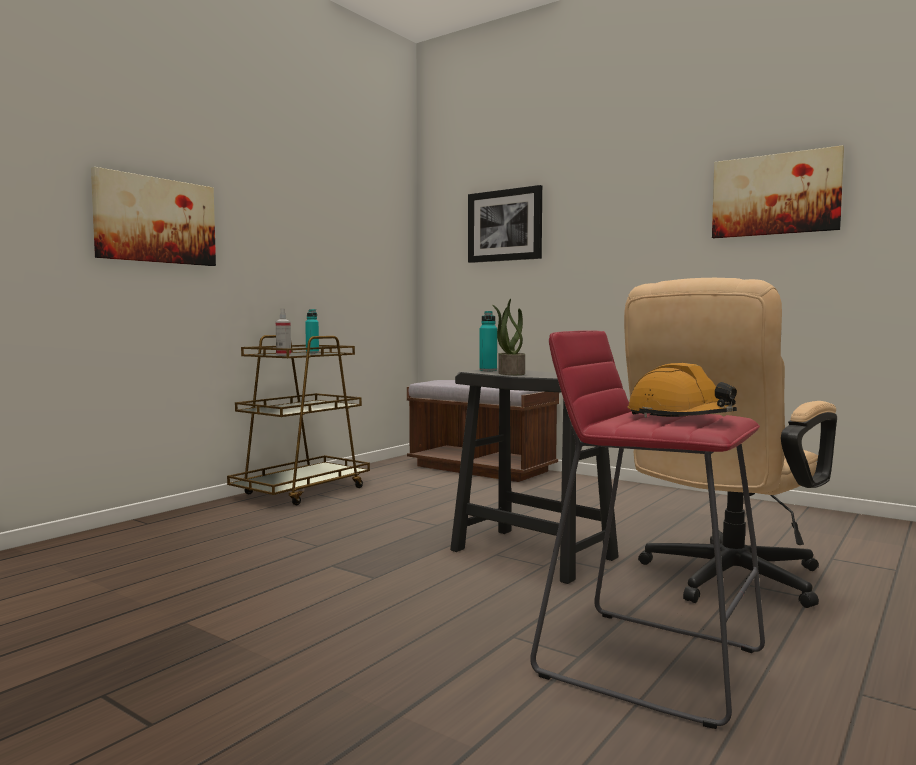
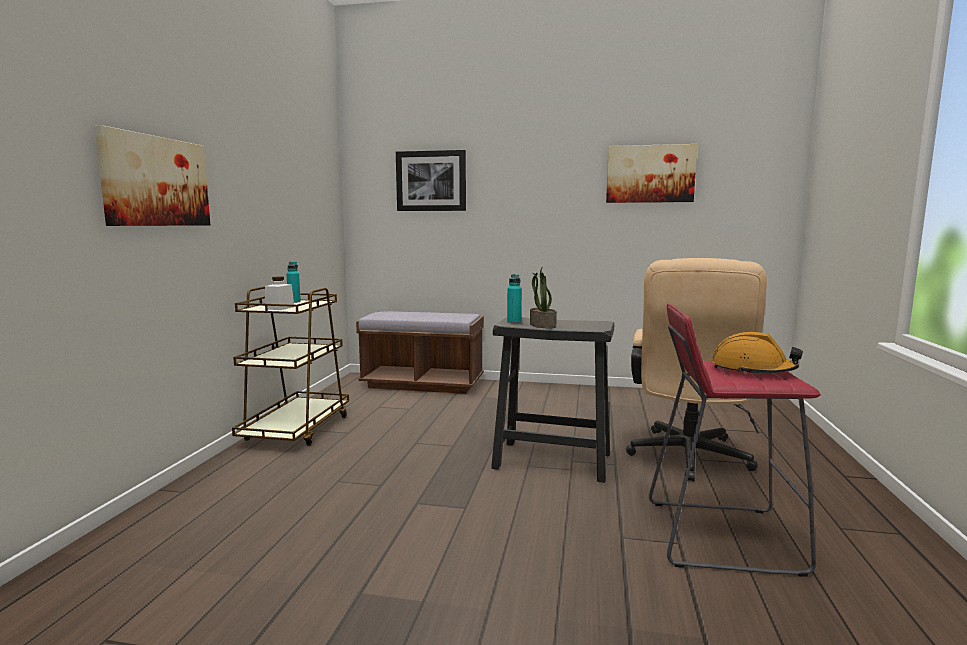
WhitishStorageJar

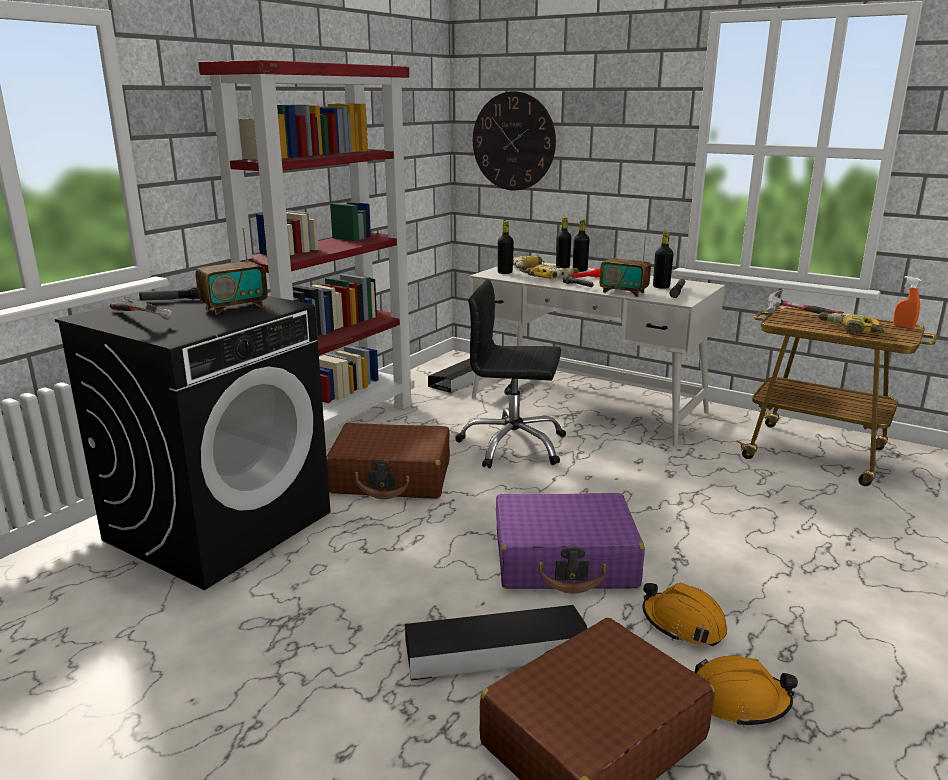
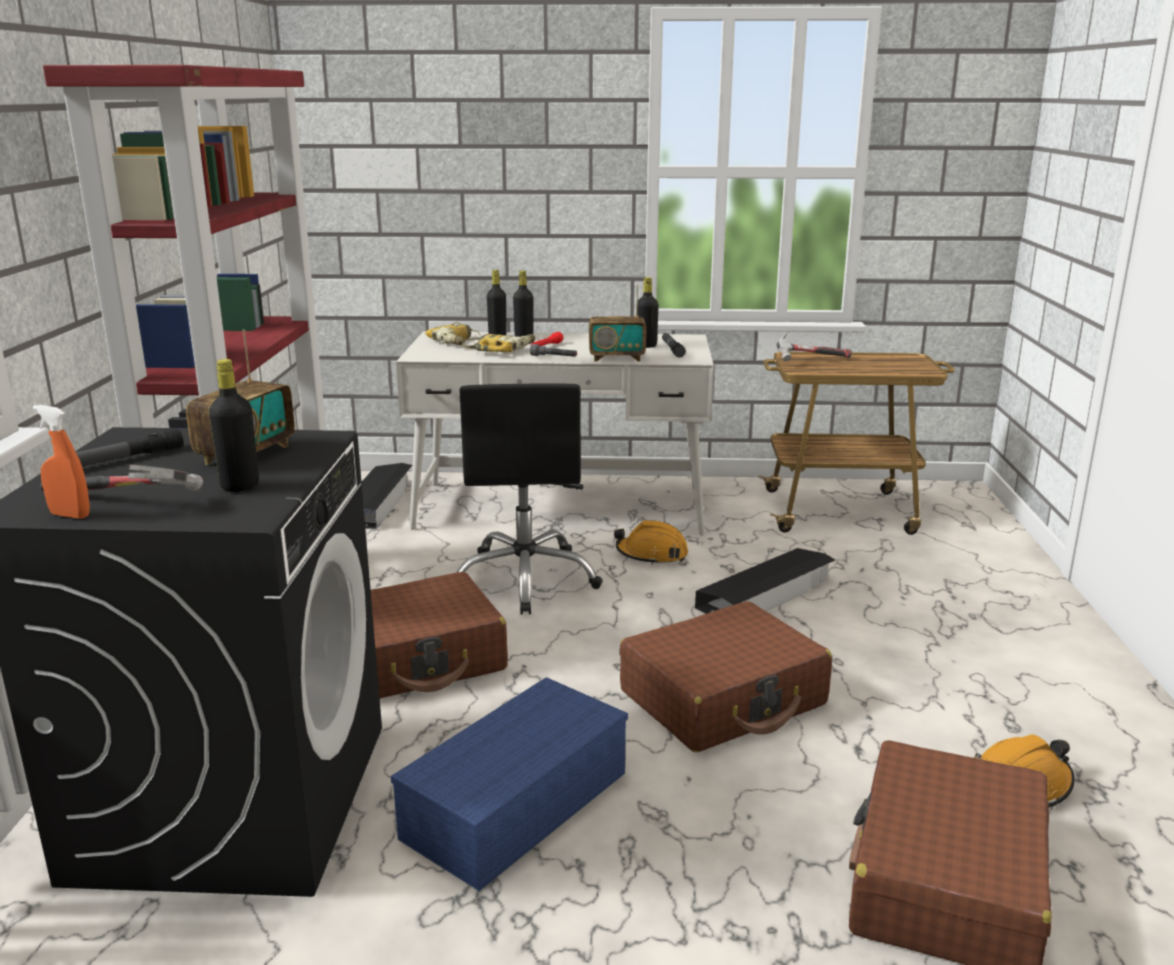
OrangeColouredHandSprayer
BlackBottle (no. 1 from left)
BluishStorageContainer
BlackComputerChair
OrangeColouredWorkHelmet (no. 1 from left)
BrownTravelCase (no. 2 from left)
BlackStorageContainer (no. 2 from left)
ClockOnTheWall
PowerDrill (no. 3 from left in the first image)

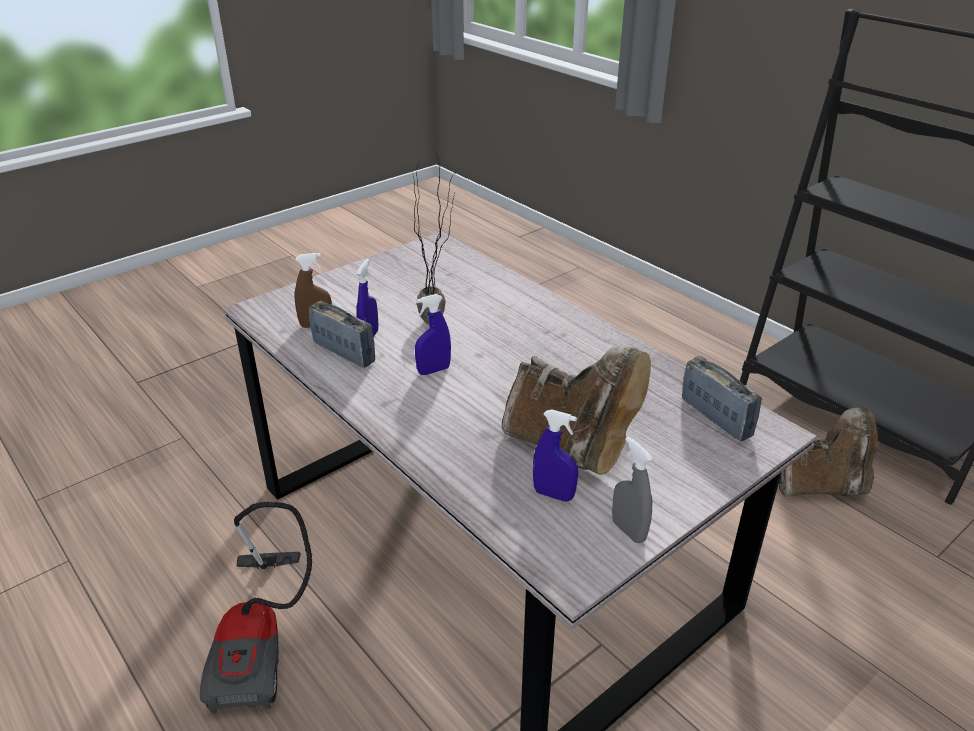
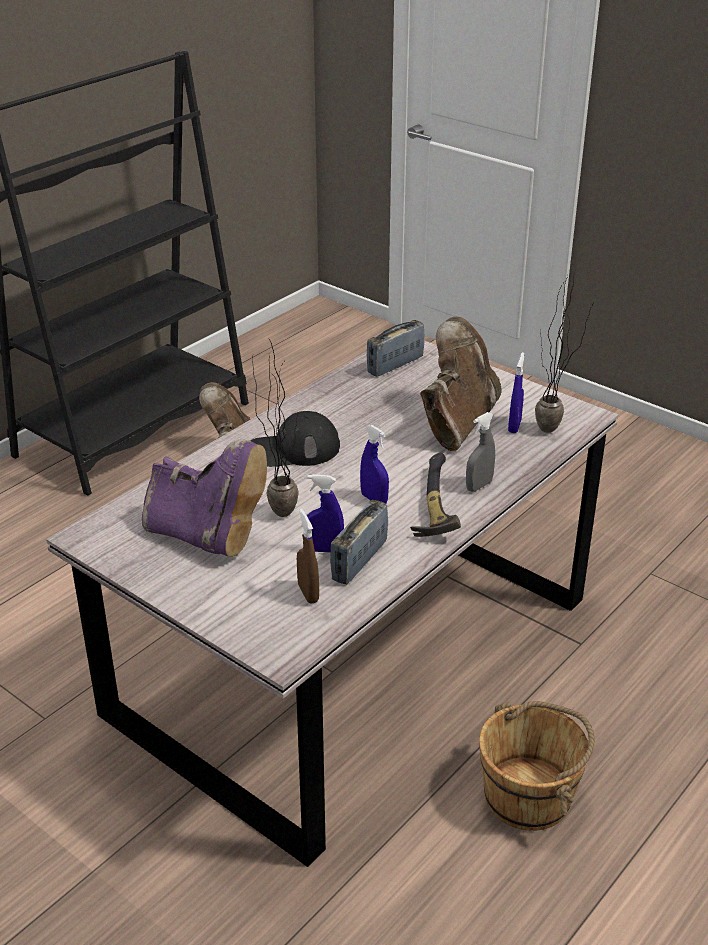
PurplishHighTopBoot
BlackCap
HandHammer
GreyHandSprayer
BrownWaterBucket
Houseplant (no. 2 from left)

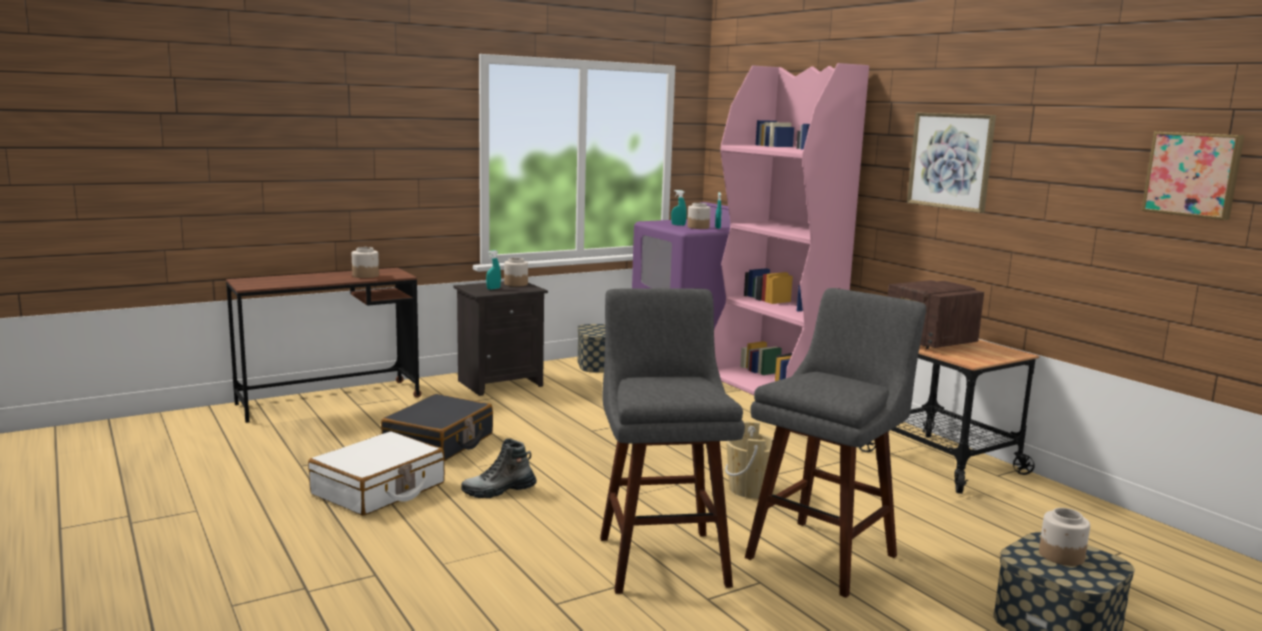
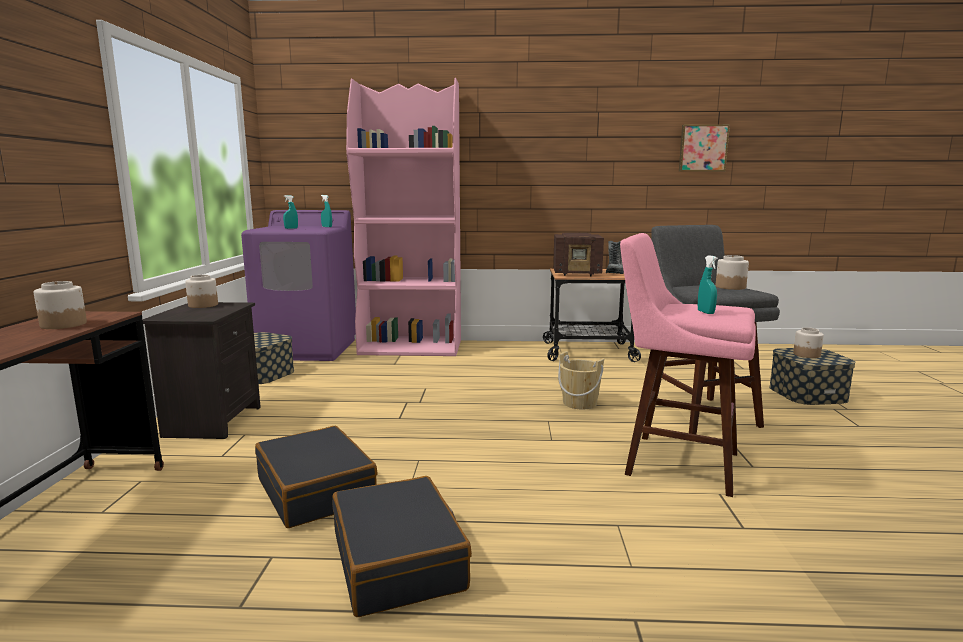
BlackTravelCase (no. 2 from left)
HighTopBoot
PinkColouredSittingStool
BlueGreenHandSprayer (no. 3 from left)
StorageJar (no. 3 from left)
WallPicture (no. 1 from left in the first image)

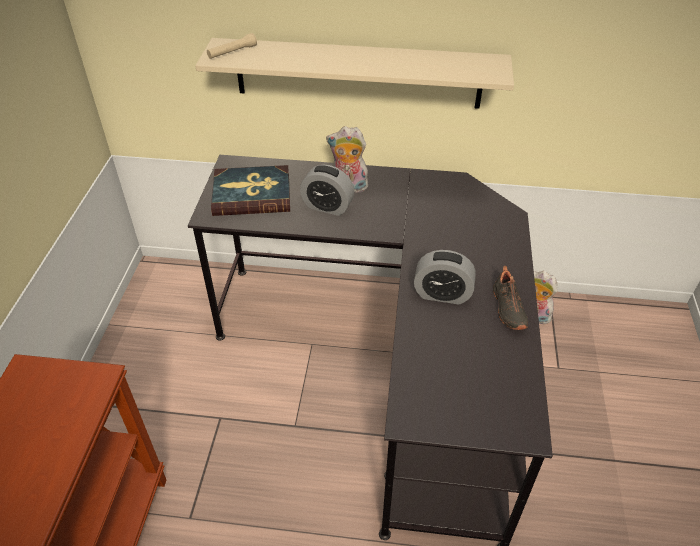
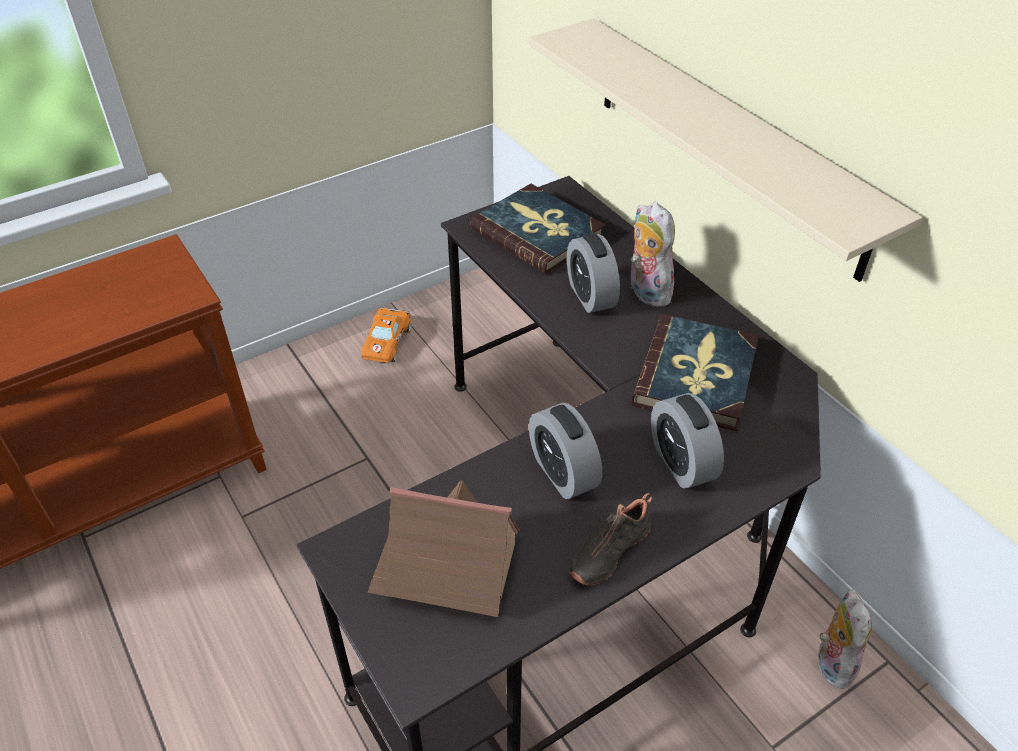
OrangeColouredModelCar
ToyHouse
BoundBook (no. 2 from left)
TableClock (no. 3 from left)
BeigeTorch

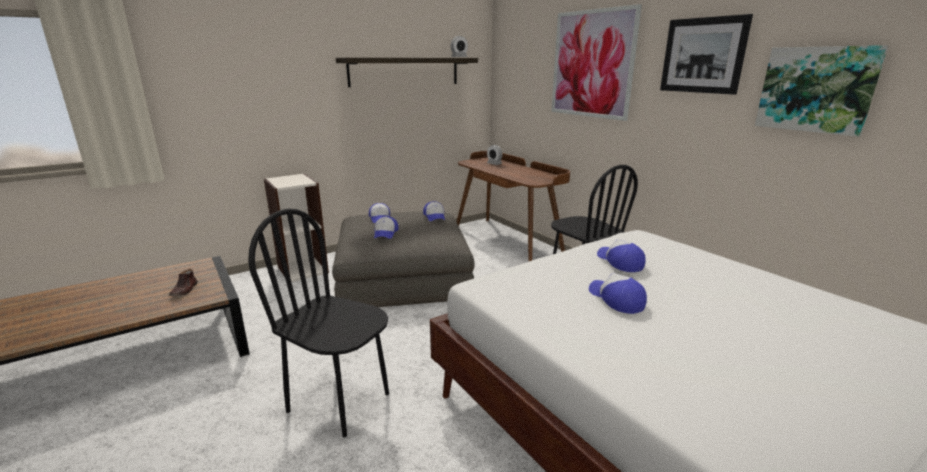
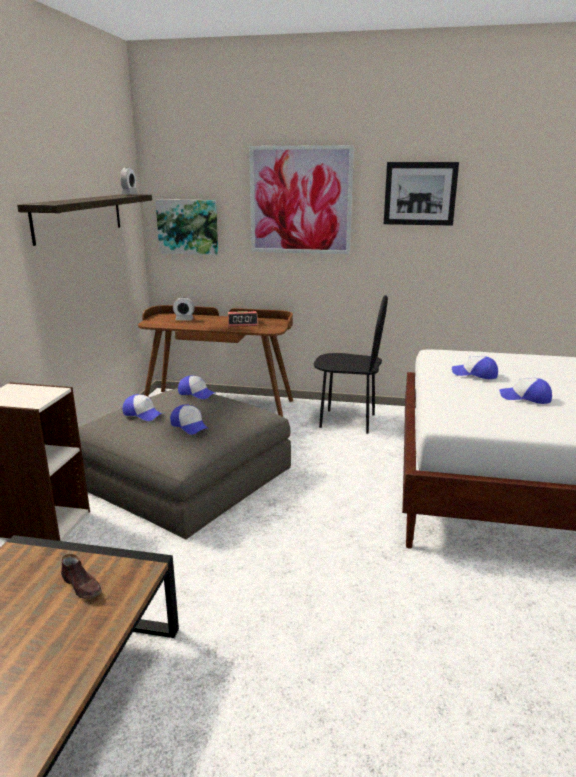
WallPicture (no. 1 from left)
TableClock (no. 3 from left)
BlackPlainChair (no. 1 from left in the first image)

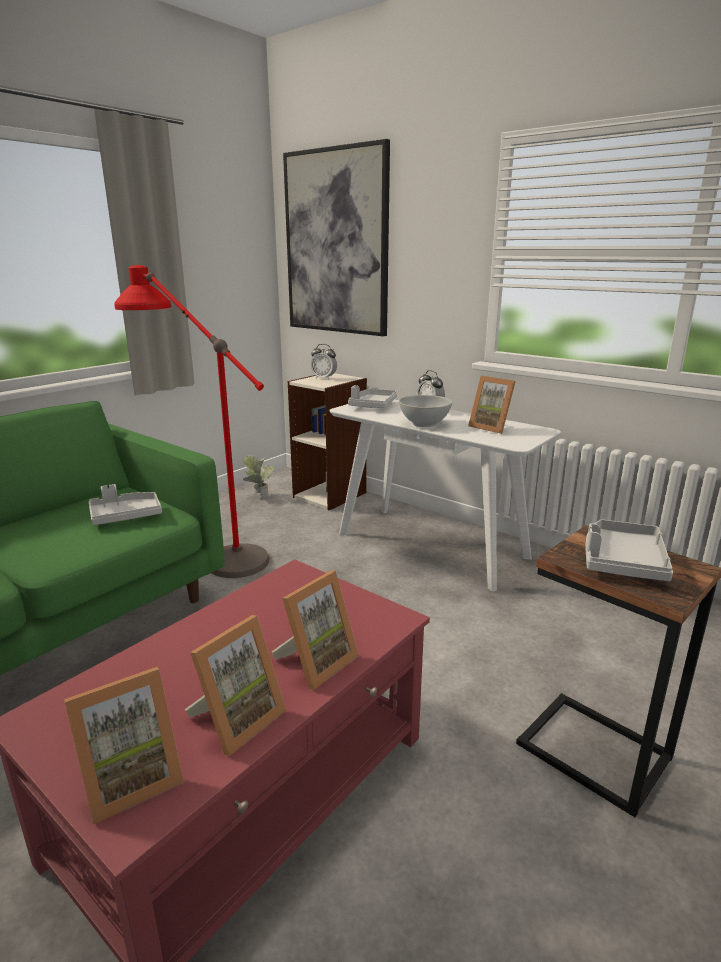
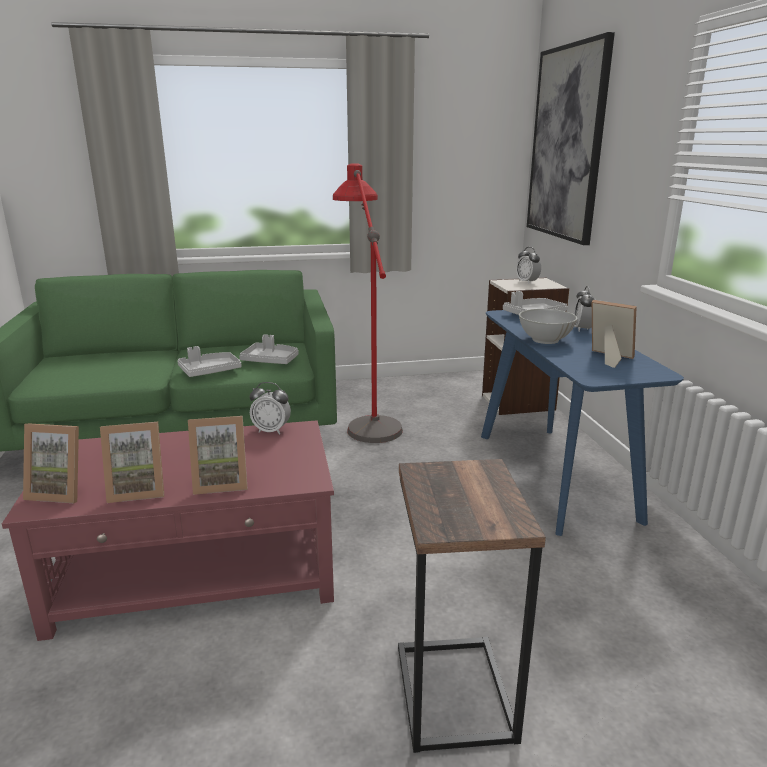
GreyTray (no. 1 from left)
TableClock (no. 1 from left)
BluishNarrowTable
PhotoFrame (no. 4 from left)
Houseplant

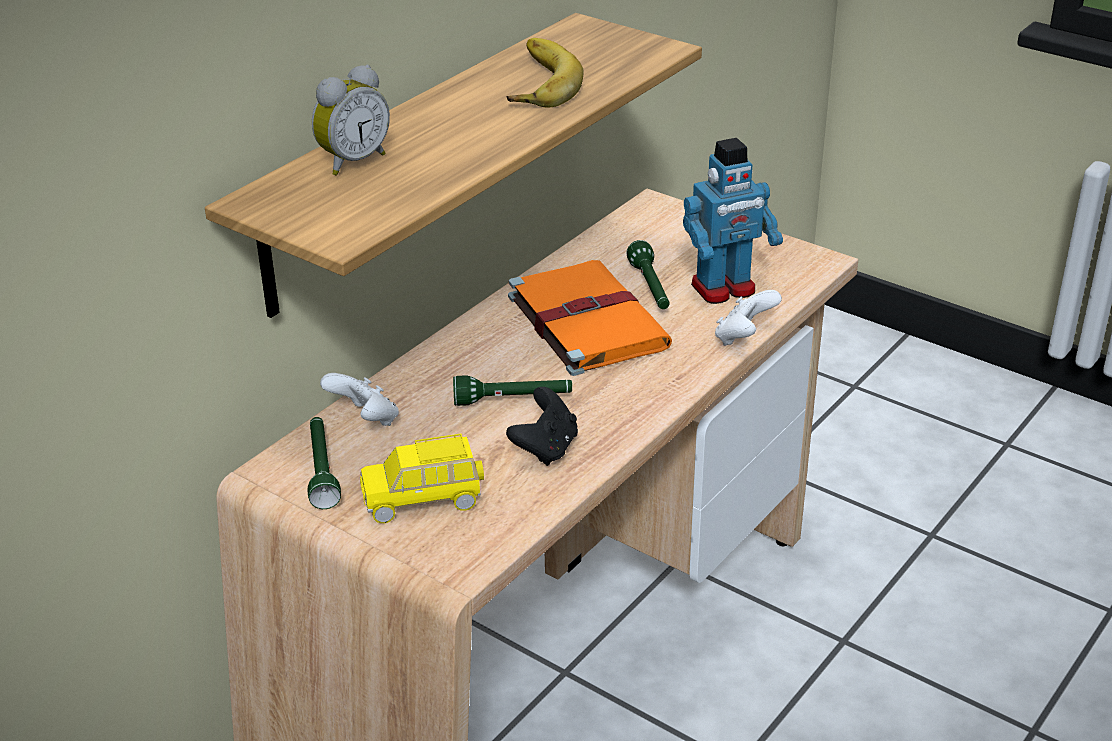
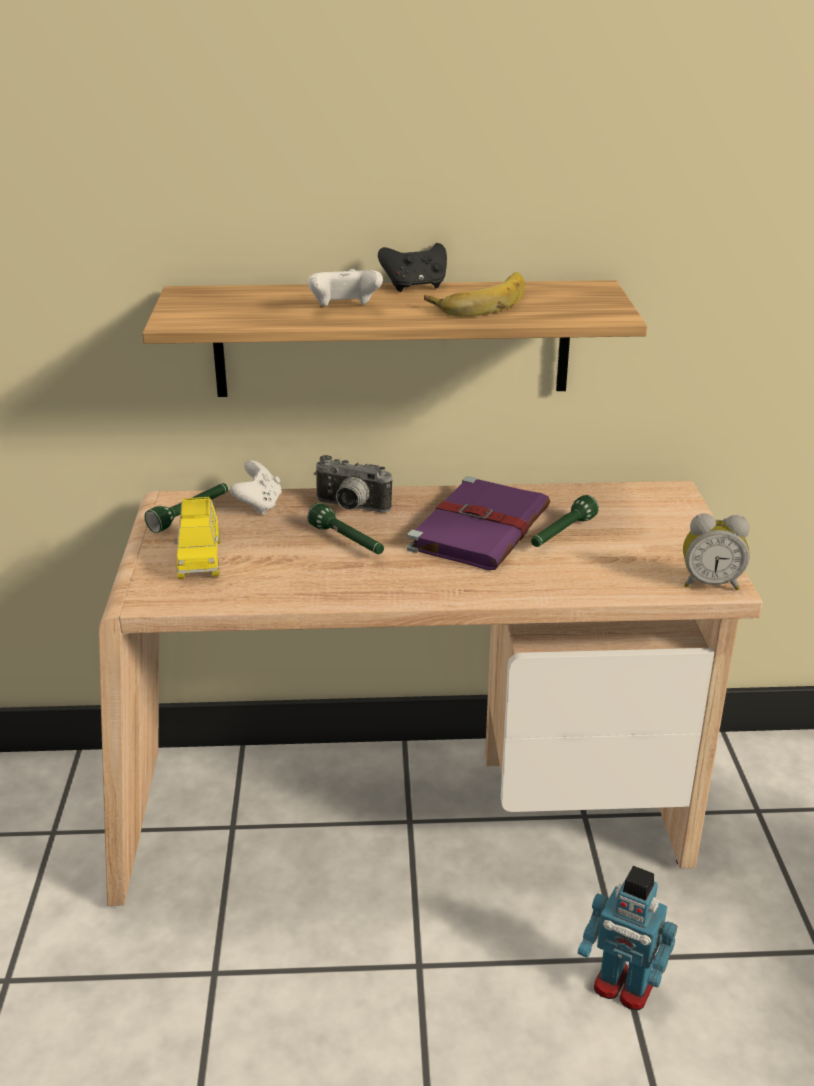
YellowColouredModelCar
WhitishGamepad (no. 2 from left)
PhotoCamera
BlackGamepad
PurplishBoundBook
ToyRobot
TableClock

